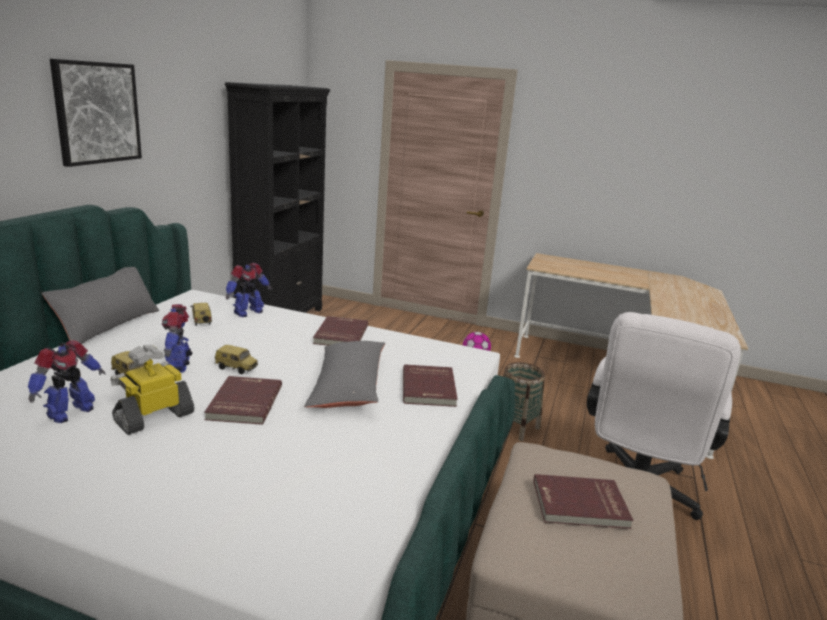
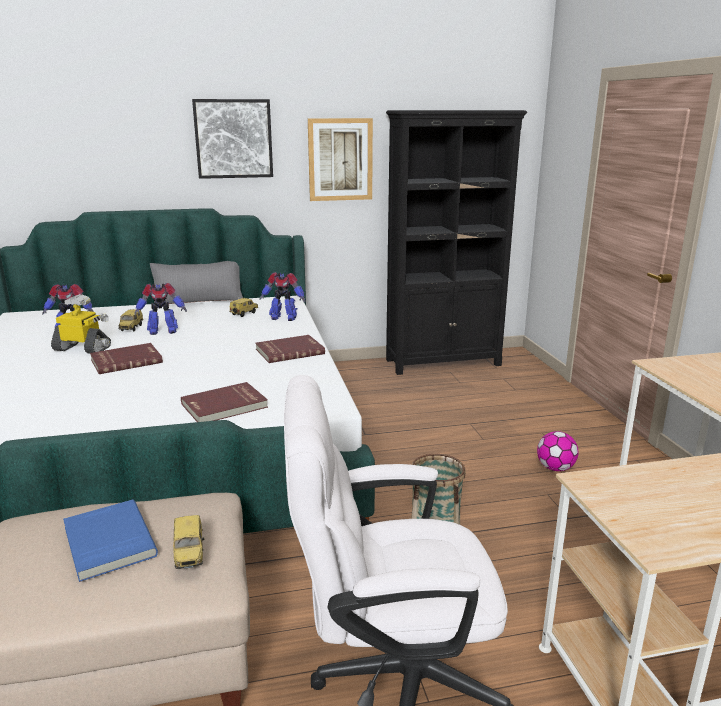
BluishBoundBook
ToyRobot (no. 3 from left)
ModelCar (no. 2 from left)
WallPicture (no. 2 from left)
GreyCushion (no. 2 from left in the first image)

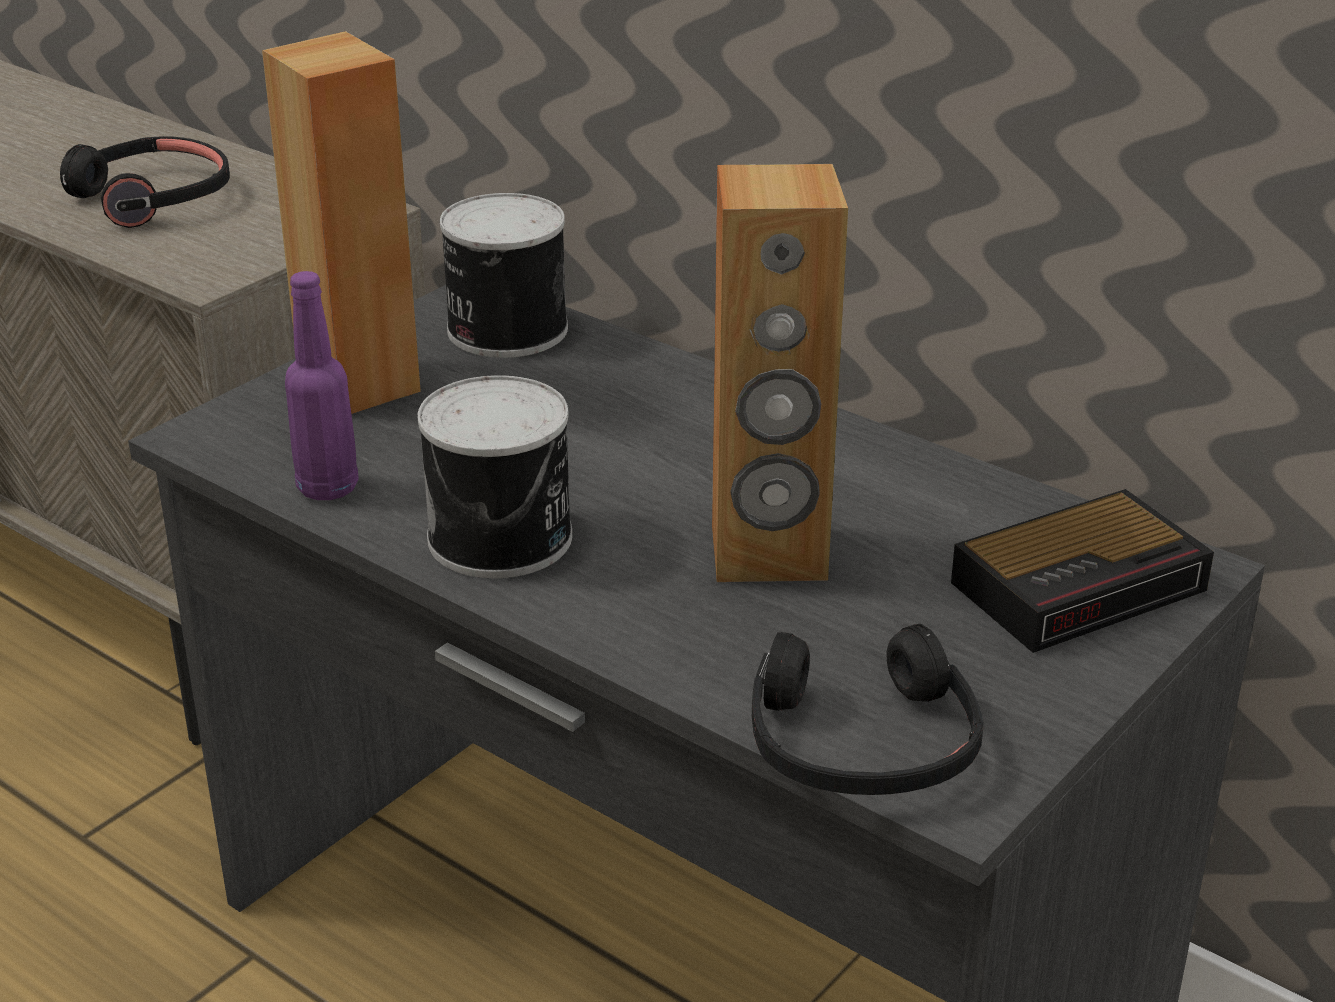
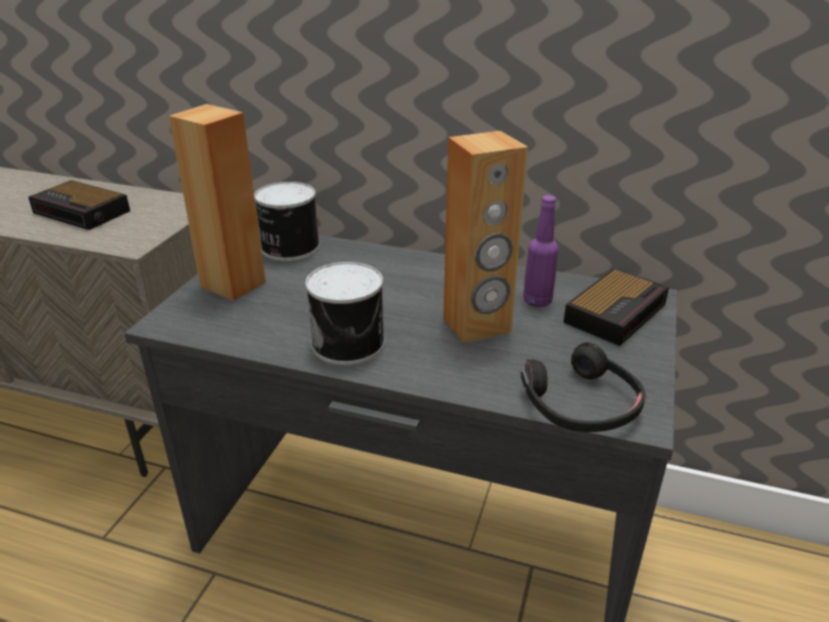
TableClock (no. 1 from left)
PurplishBottle

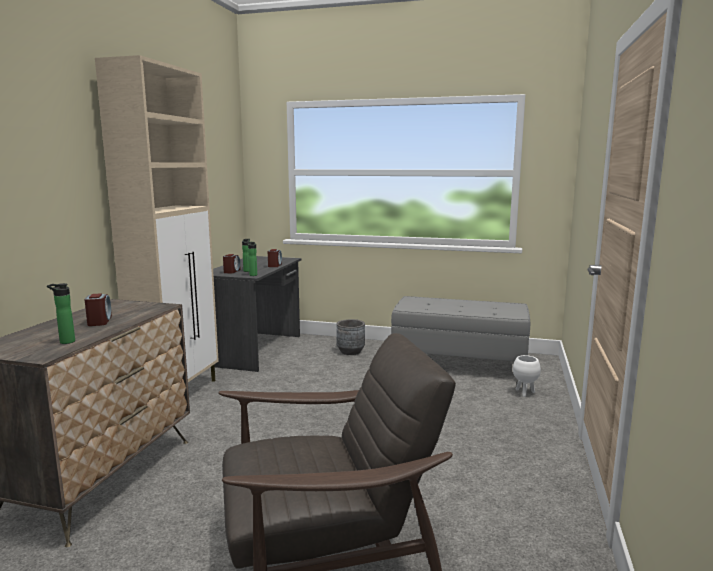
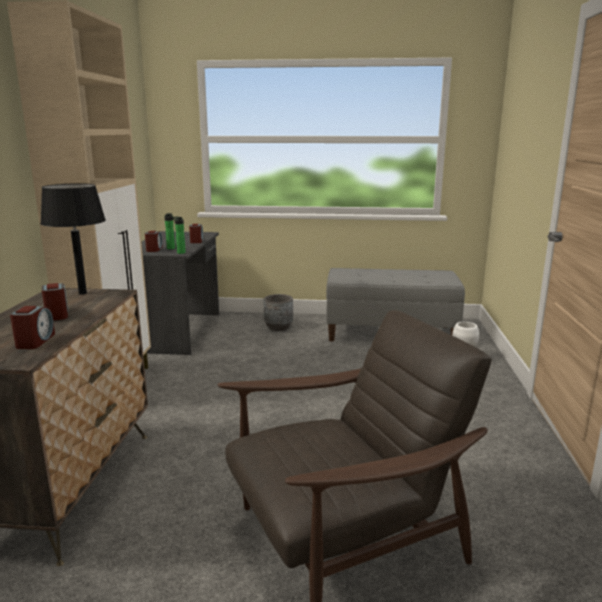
TableClock (no. 1 from left)
BlackTabletopLamp

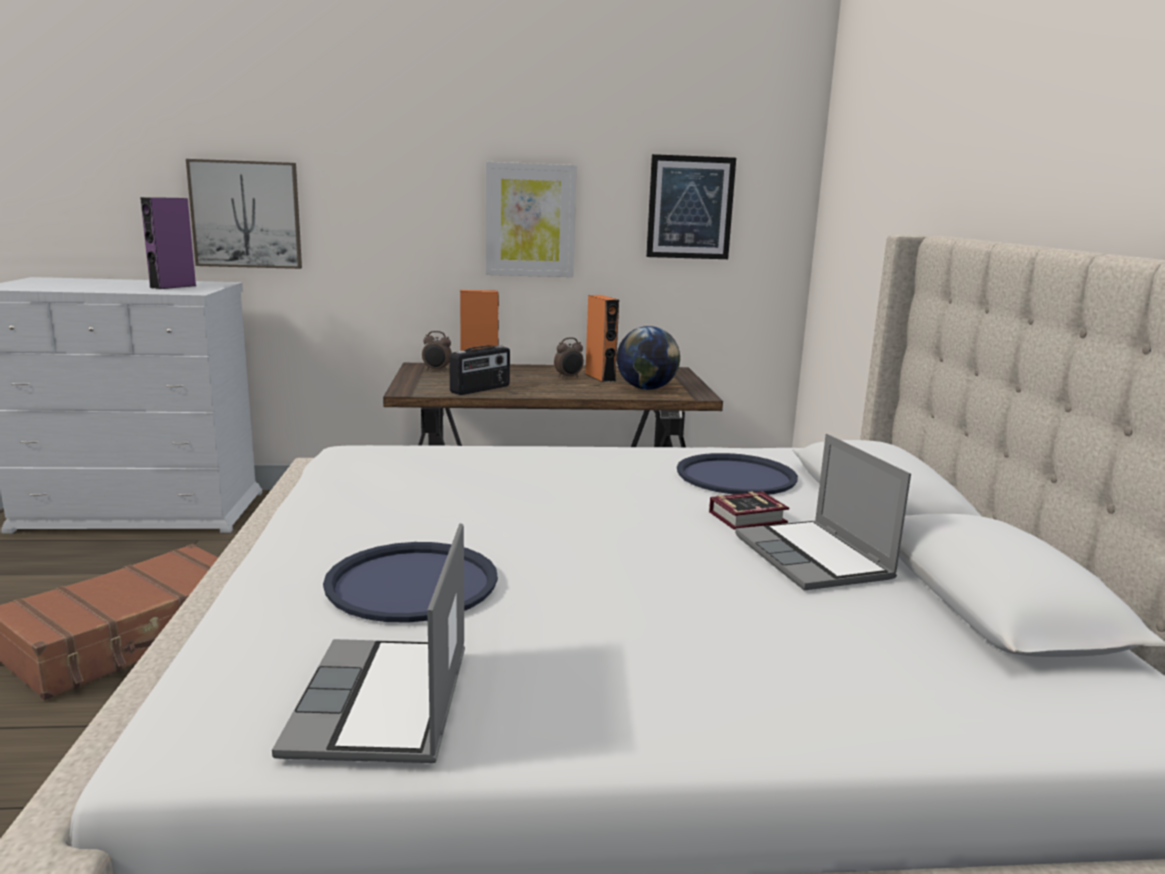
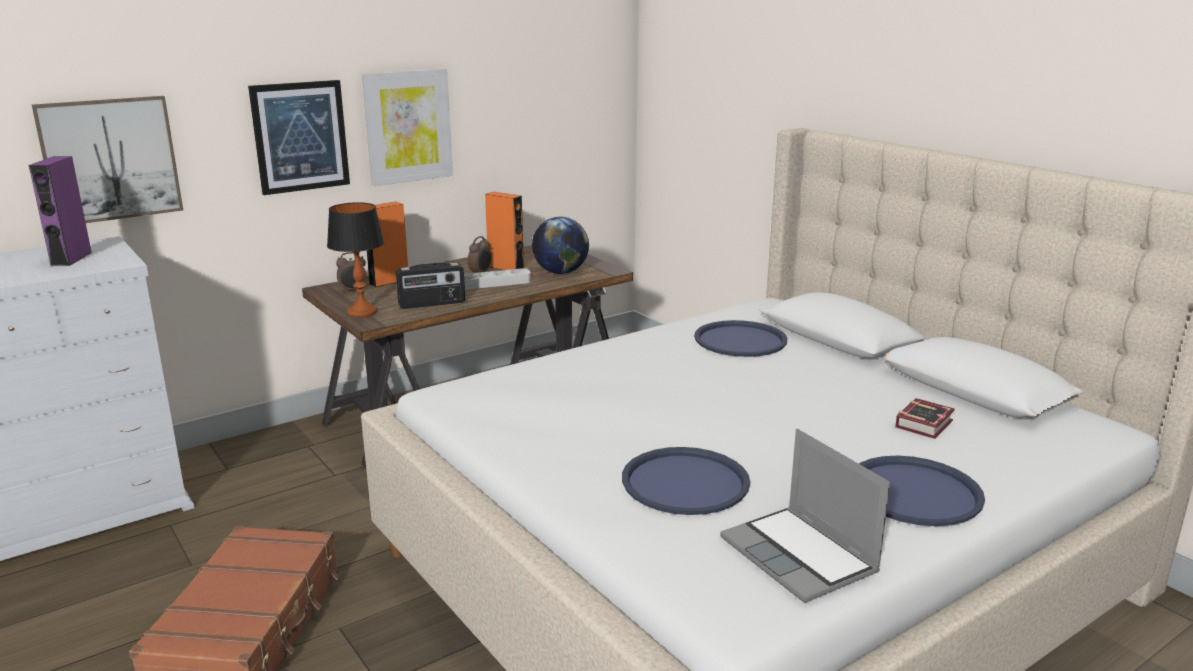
WallPicture (no. 2 from left)
TabletopLamp
RadioReceiver
GreyTray
BluishTray (no. 3 from left)
BoundBook
Laptop (no. 2 from left in the first image)

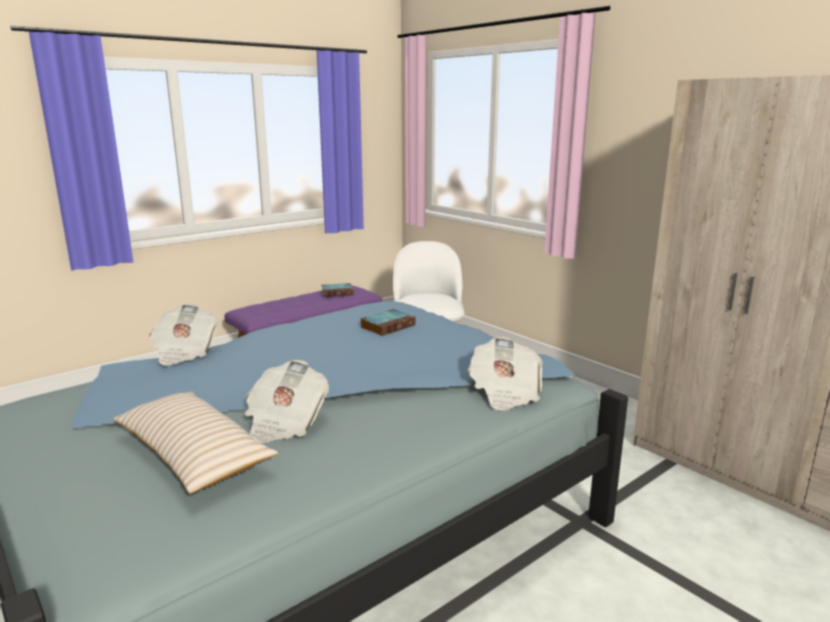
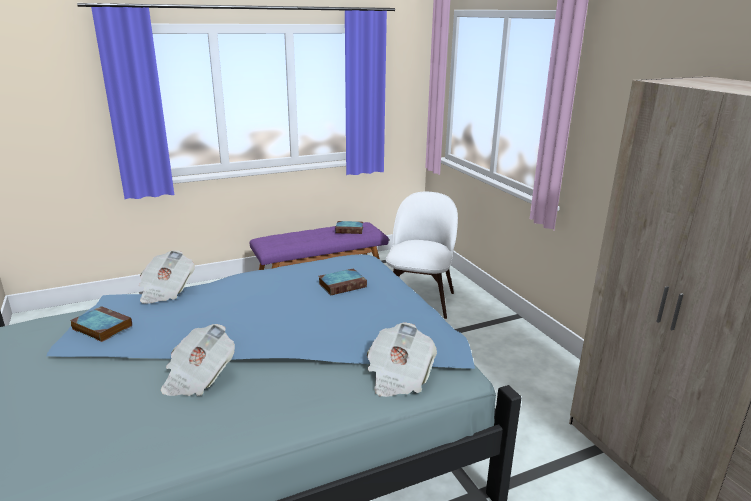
BoundBook (no. 1 from left)
BeigeCushion

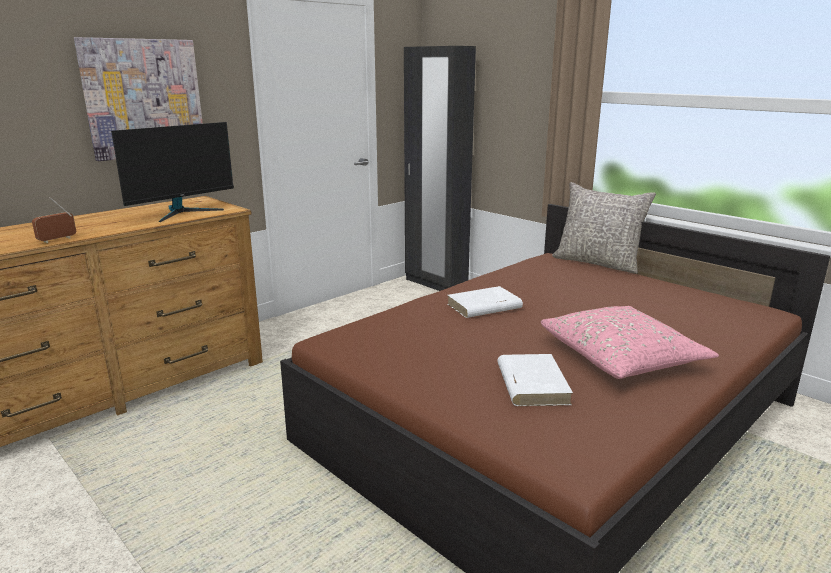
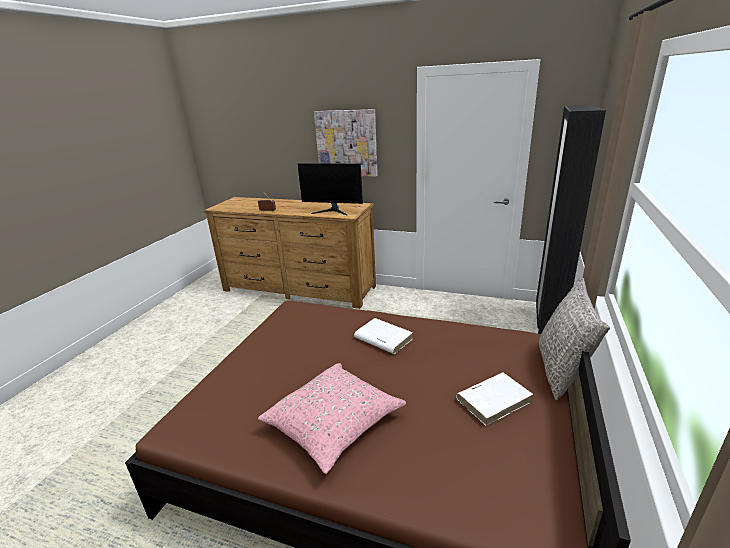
WhitishBoundBook (no. 2 from left)

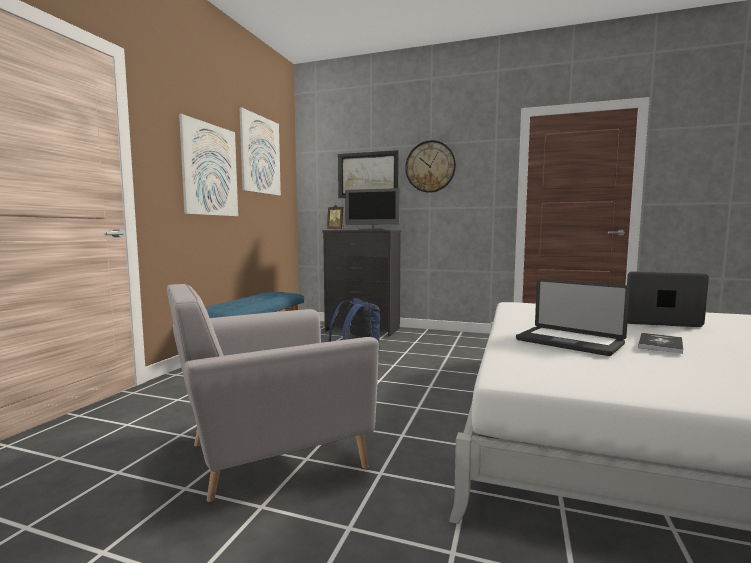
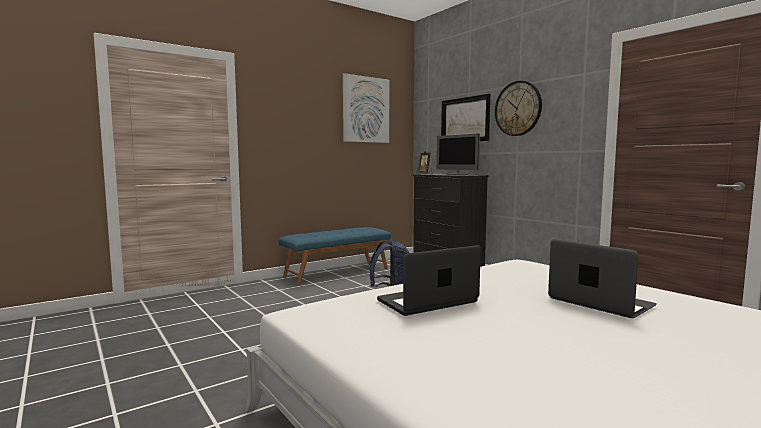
Laptop (no. 1 from left)
GreyArmchair
WallPicture (no. 1 from left in the first image)
BoundBook

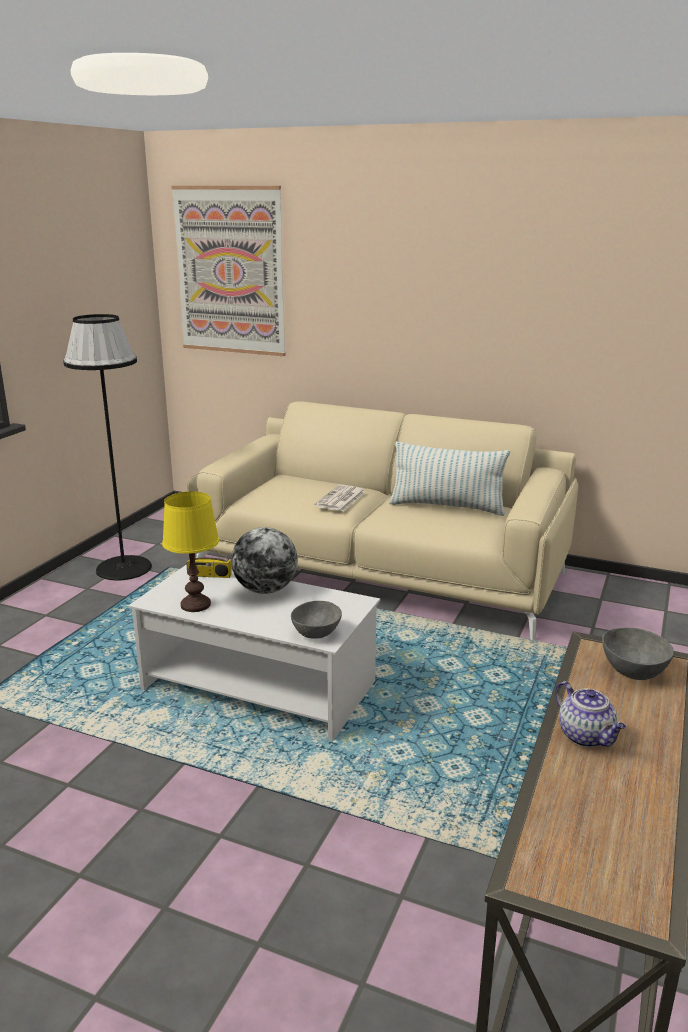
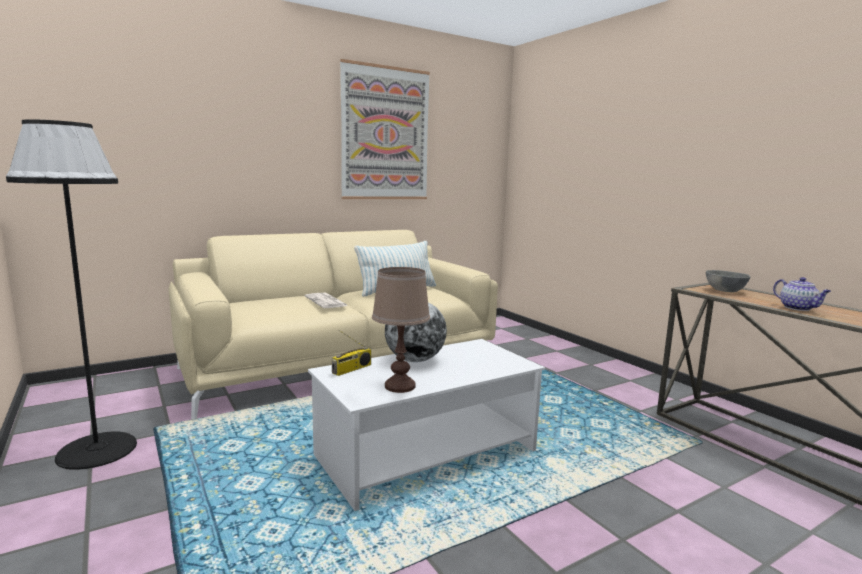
WallPicture
BrownTabletopLamp
PotForTea
GreyServingBowl (no. 1 from left in the first image)

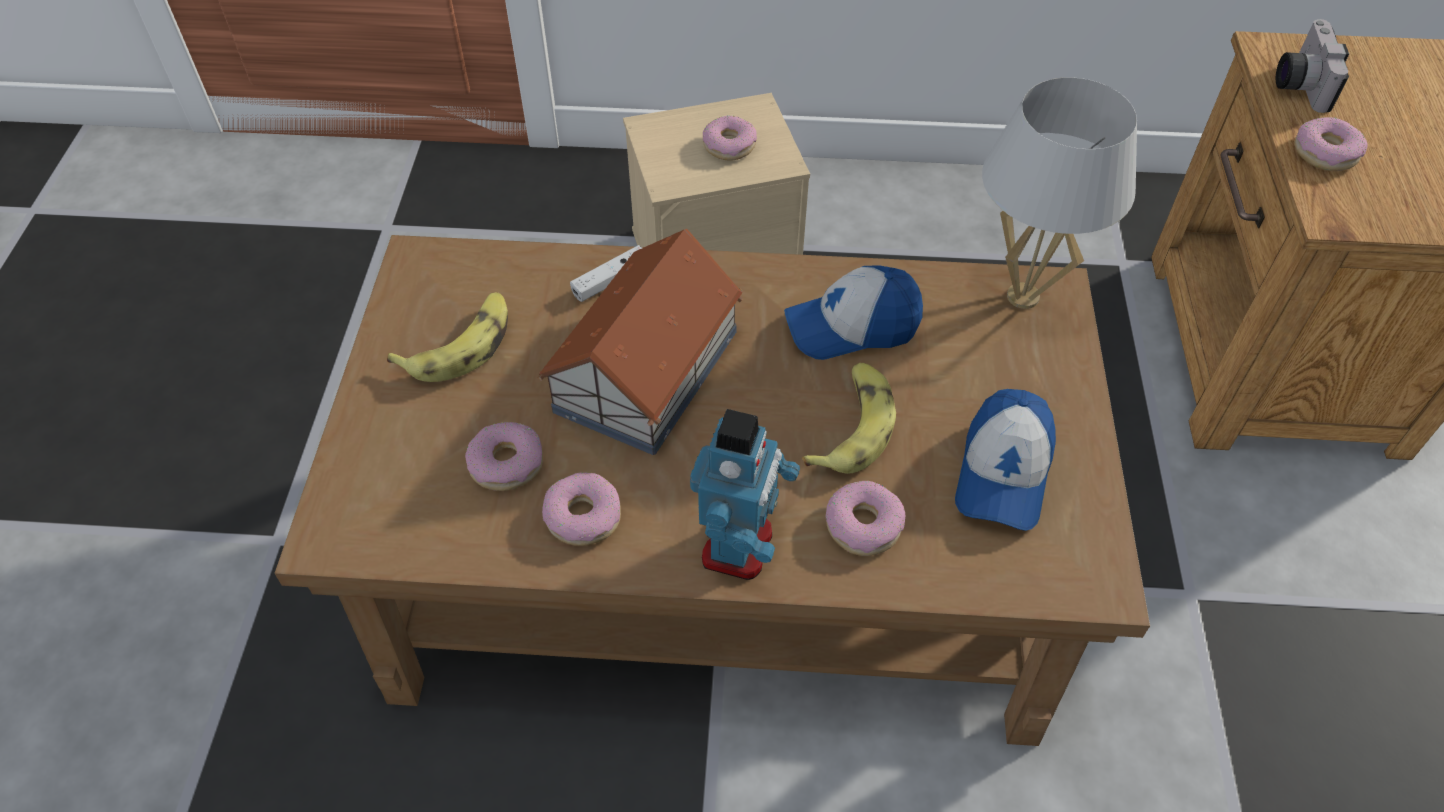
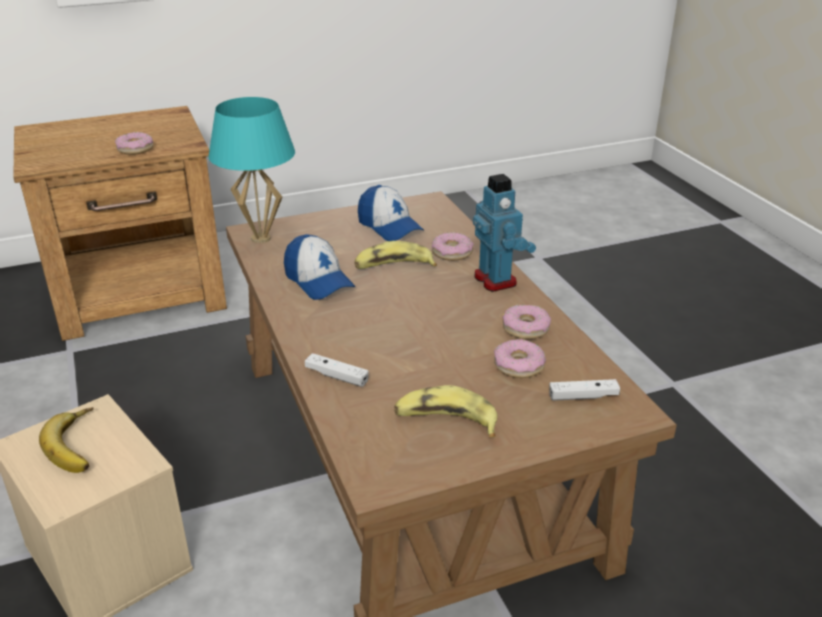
BananaFruit (no. 1 from left)
BlueGreenTabletopLamp
Cap (no. 2 from left)
ToyRobot
WhitishGamepad (no. 2 from left)
ToyHouse
PhotoCamera

